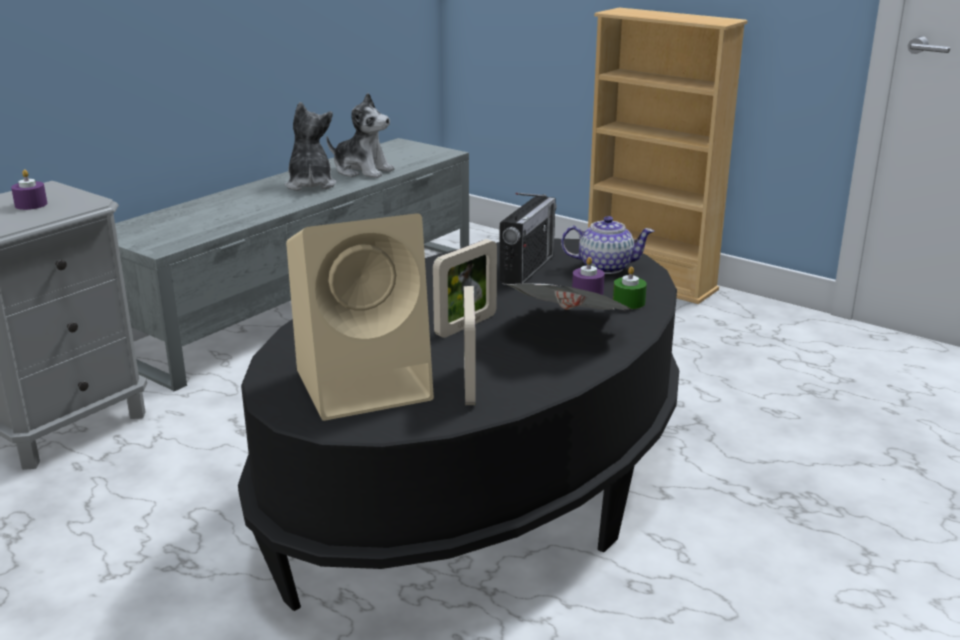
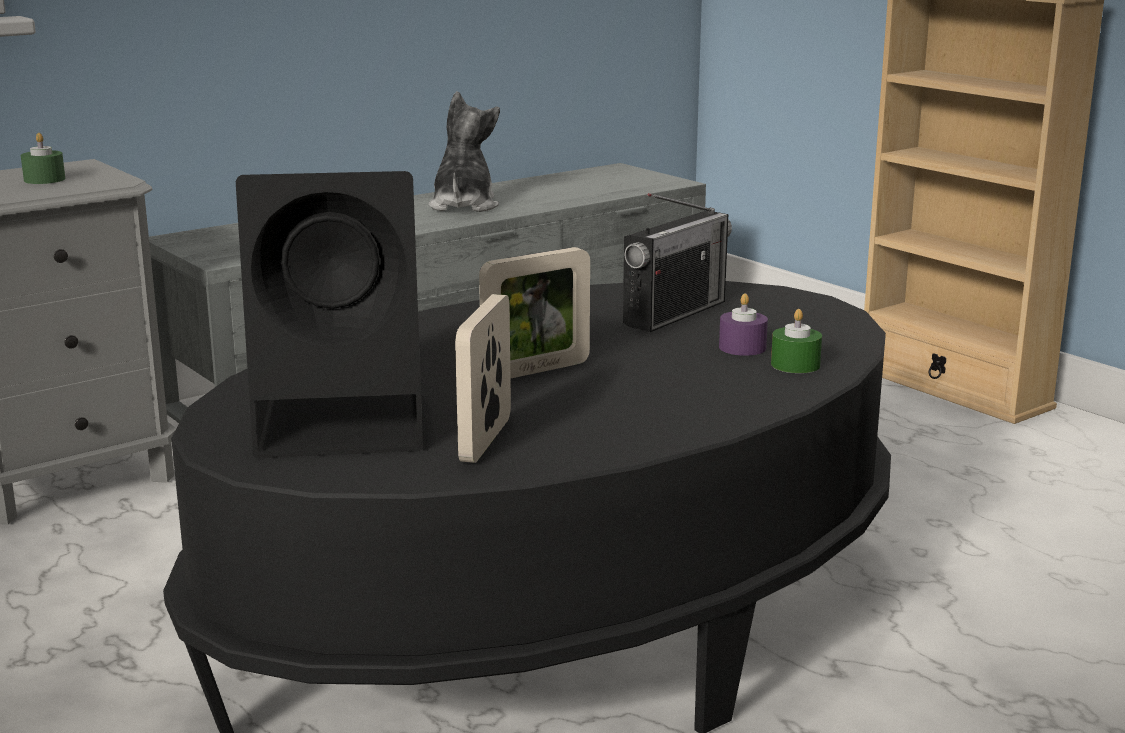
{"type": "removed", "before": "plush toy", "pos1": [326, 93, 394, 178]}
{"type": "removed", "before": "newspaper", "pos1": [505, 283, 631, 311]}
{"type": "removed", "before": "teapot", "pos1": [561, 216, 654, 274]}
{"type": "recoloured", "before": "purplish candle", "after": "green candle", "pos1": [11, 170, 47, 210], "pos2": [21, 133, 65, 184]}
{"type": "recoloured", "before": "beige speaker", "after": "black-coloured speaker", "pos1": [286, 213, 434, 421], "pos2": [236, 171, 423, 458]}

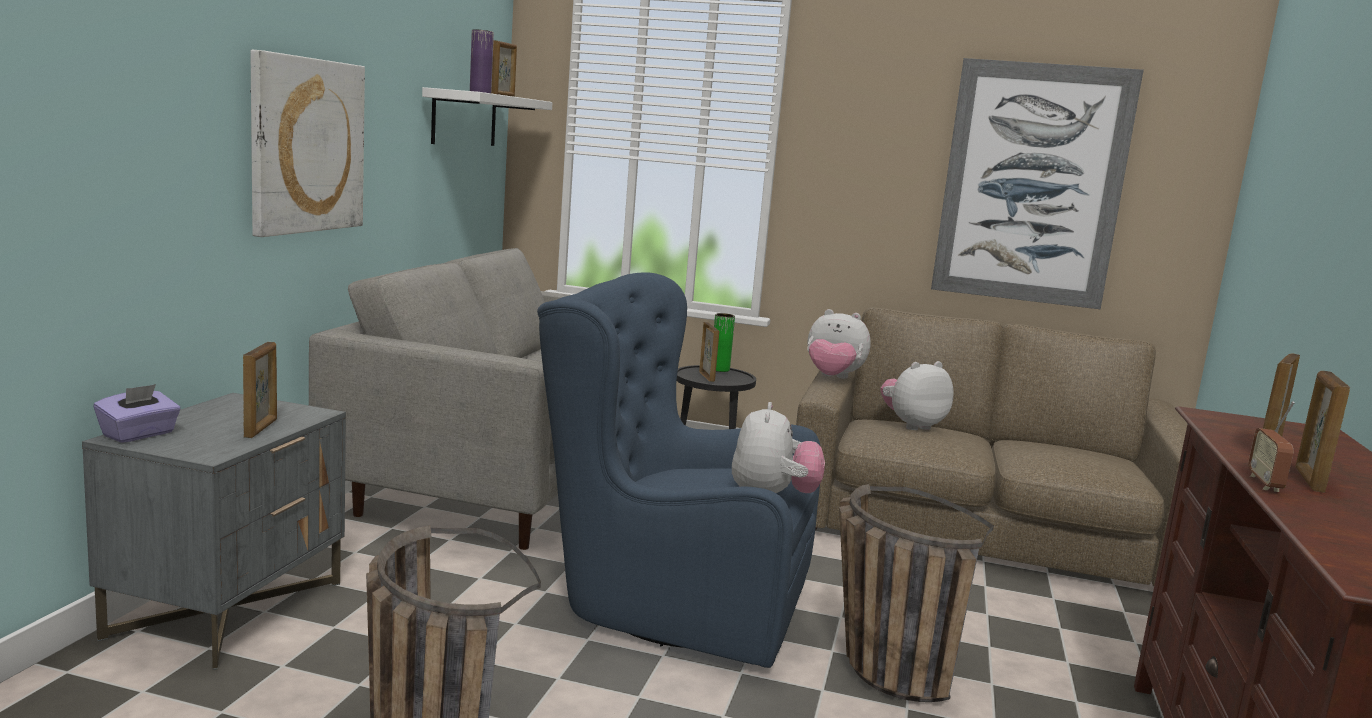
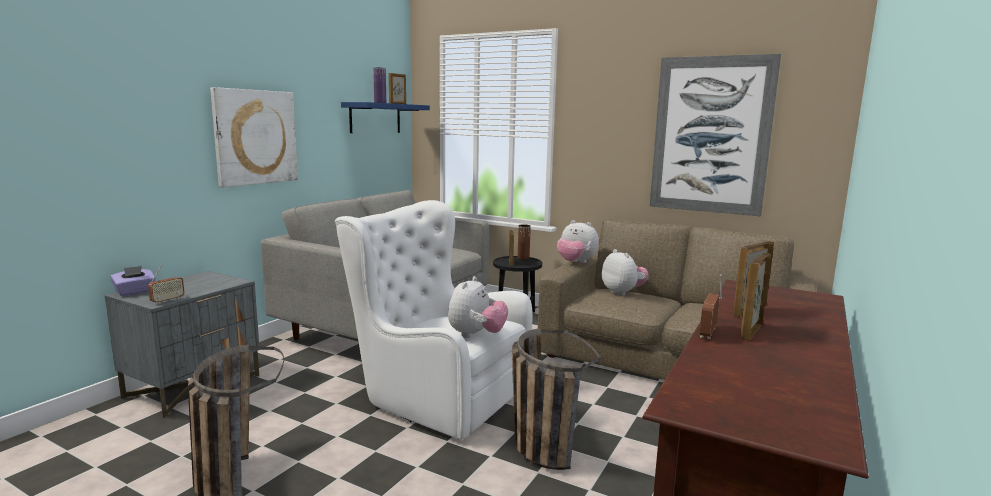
{"type": "removed", "before": "standing frame", "pos1": [243, 342, 277, 438]}
{"type": "added", "after": "radio receiver", "pos2": [148, 263, 185, 304]}
{"type": "recoloured", "before": "whitish bracket shelf", "after": "blue-coloured bracket shelf", "pos1": [422, 87, 552, 146], "pos2": [341, 102, 430, 133]}
{"type": "recoloured", "before": "blue-coloured easy chair", "after": "whitish easy chair", "pos1": [537, 272, 821, 668], "pos2": [335, 200, 532, 440]}
{"type": "recoloured", "before": "green flower vase", "after": "brown flower vase", "pos1": [714, 313, 735, 372], "pos2": [518, 224, 531, 260]}
{"type": "turned", "before": "plush toy", "pos1": [881, 361, 954, 430], "pos2": [602, 249, 648, 296], "turn": 75}

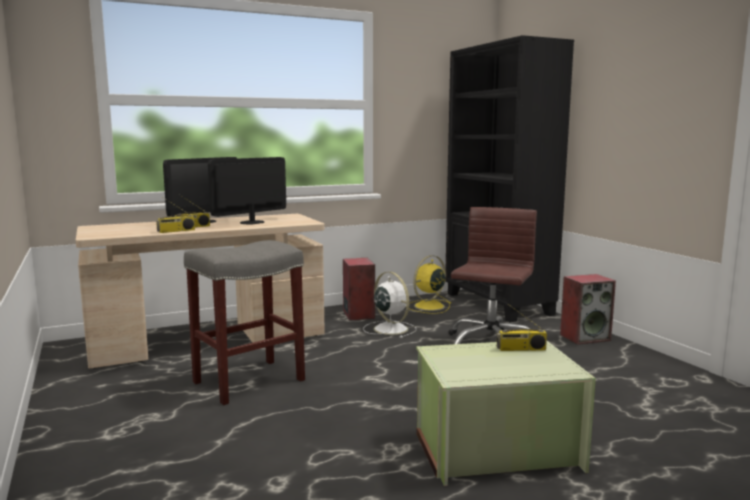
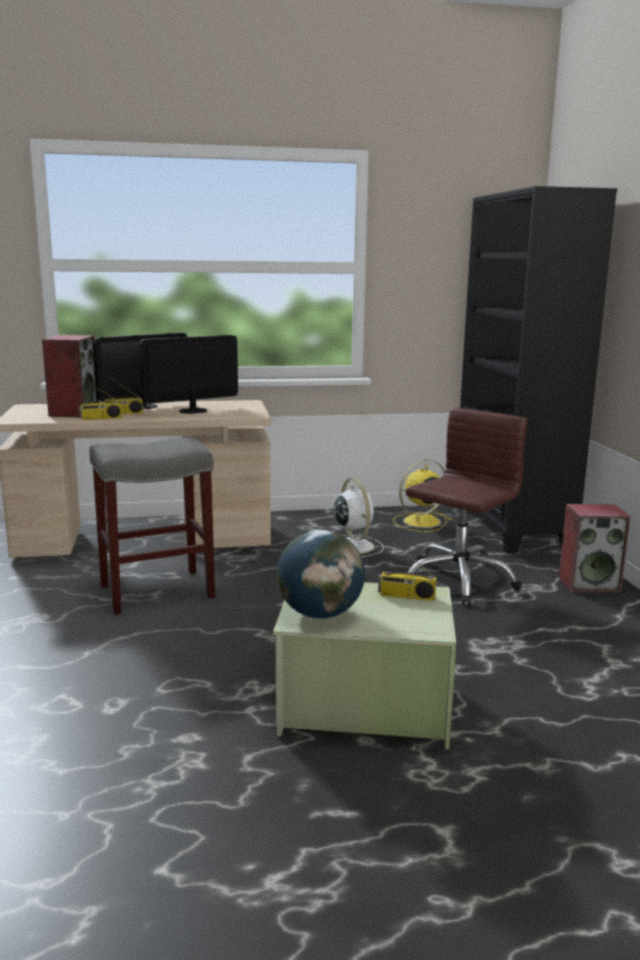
{"type": "added", "after": "world globe", "pos2": [277, 530, 365, 619]}
{"type": "moved", "before": "speaker", "pos1": [343, 258, 375, 321], "pos2": [42, 335, 99, 417]}

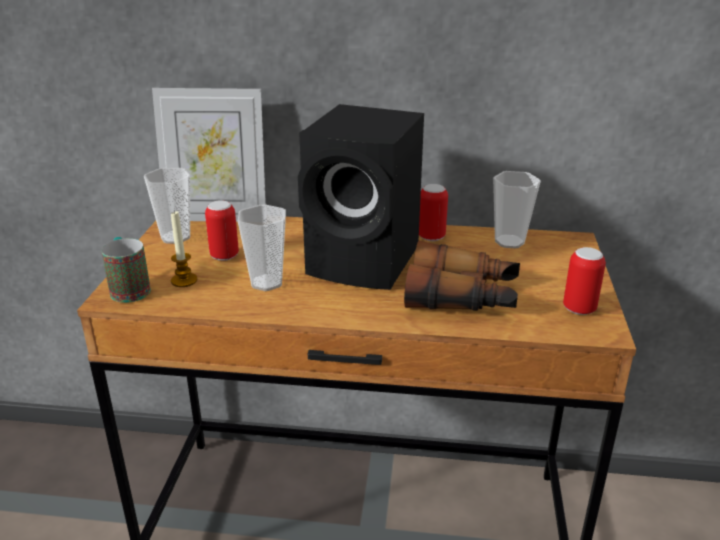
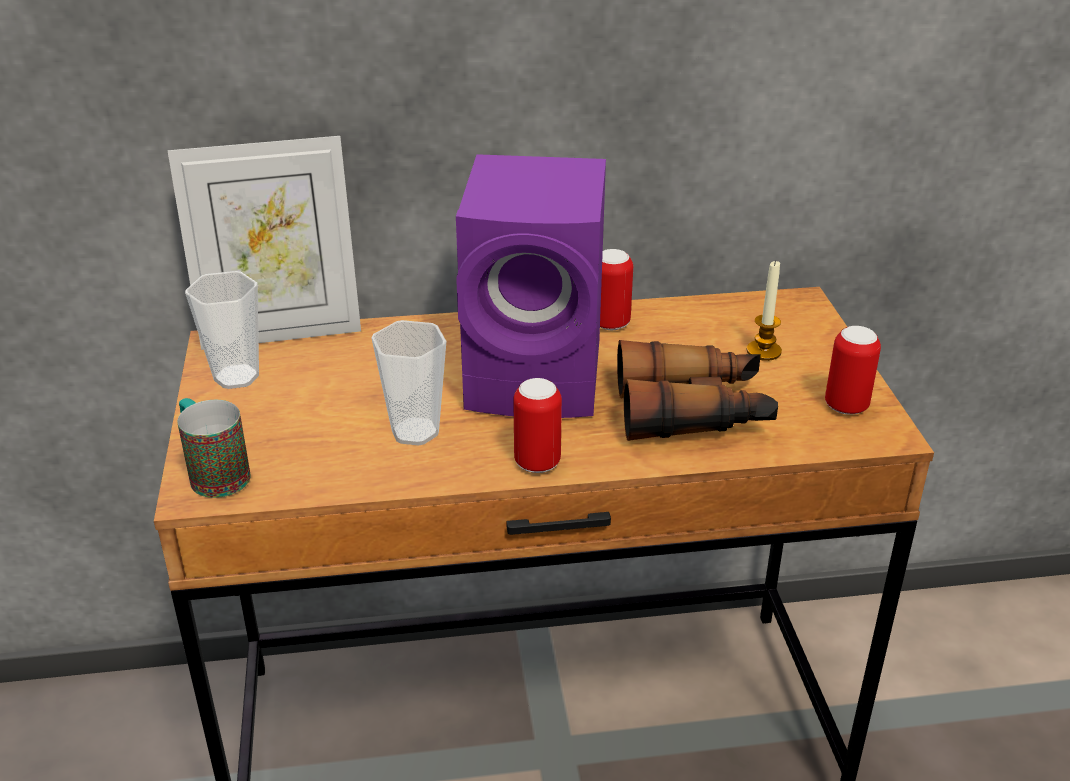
{"type": "removed", "before": "drinking cup", "pos1": [493, 171, 541, 249]}
{"type": "moved", "before": "candle", "pos1": [171, 210, 197, 287], "pos2": [747, 260, 782, 361]}
{"type": "moved", "before": "can", "pos1": [205, 200, 239, 261], "pos2": [513, 378, 562, 473]}
{"type": "recoloured", "before": "black-coloured speaker", "after": "purplish speaker", "pos1": [298, 104, 424, 290], "pos2": [456, 154, 606, 418]}

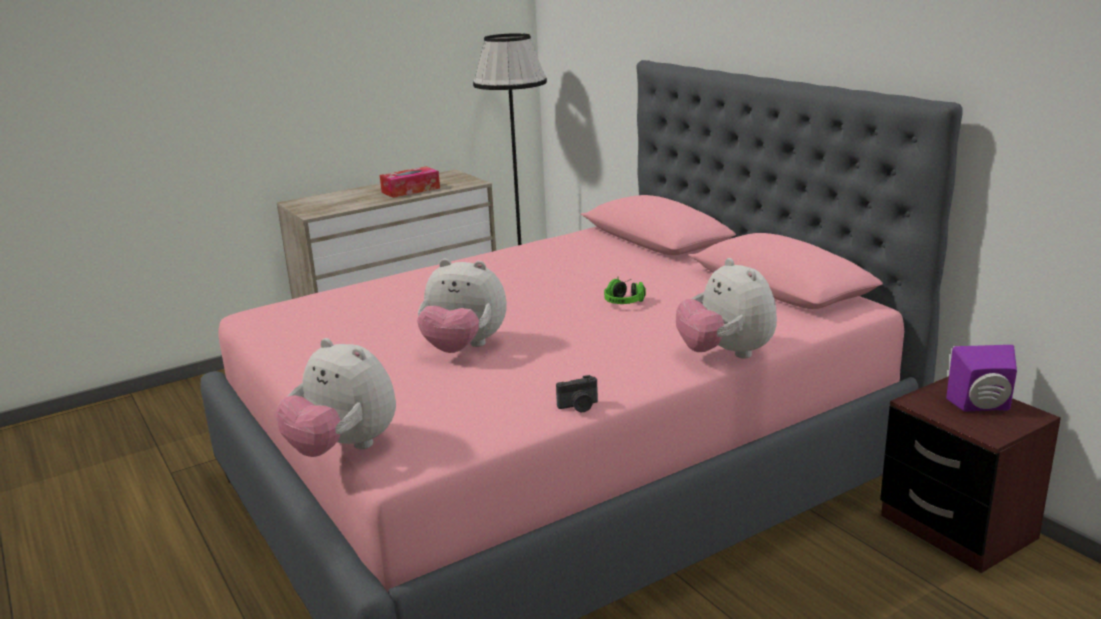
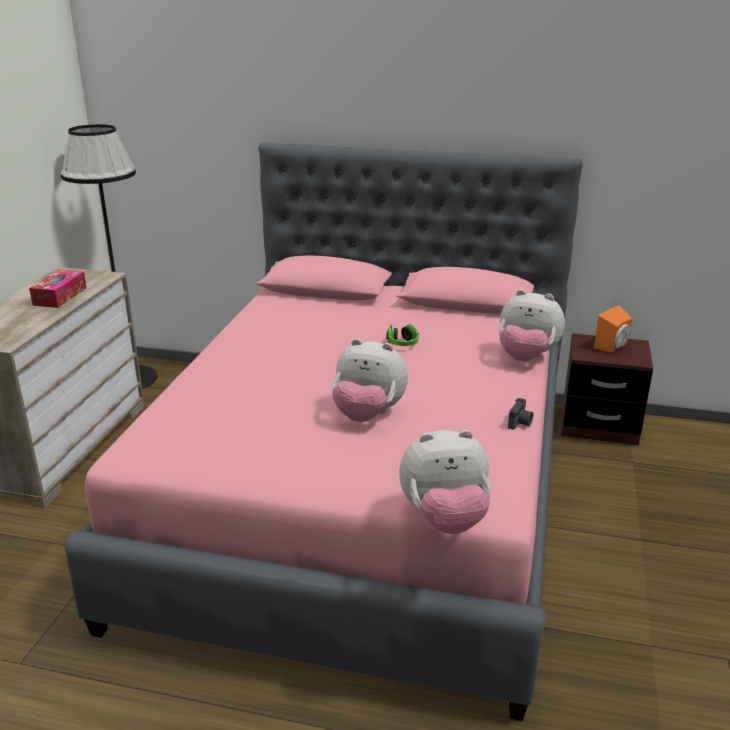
{"type": "recoloured", "before": "purplish speaker", "after": "orangey speaker", "pos1": [946, 345, 1017, 412], "pos2": [594, 305, 633, 353]}
{"type": "turned", "before": "plush toy", "pos1": [417, 259, 506, 353], "pos2": [332, 338, 408, 422], "turn": 45}

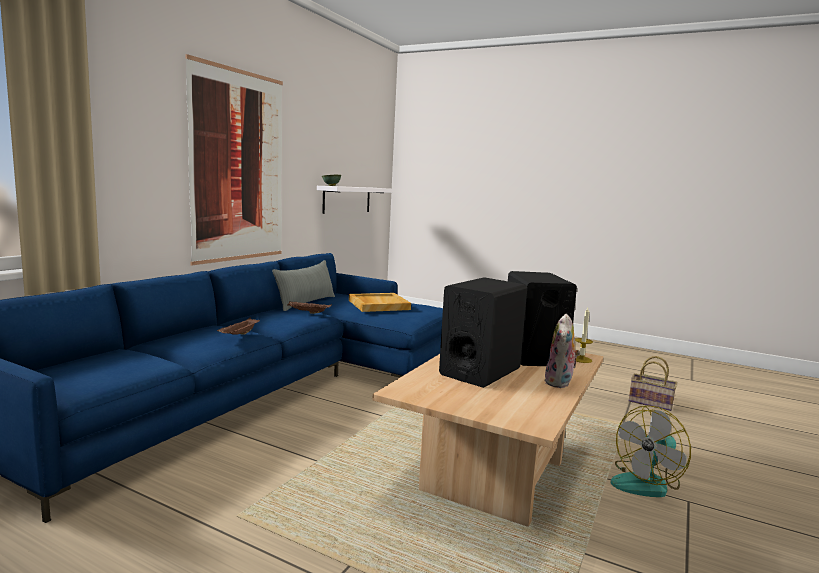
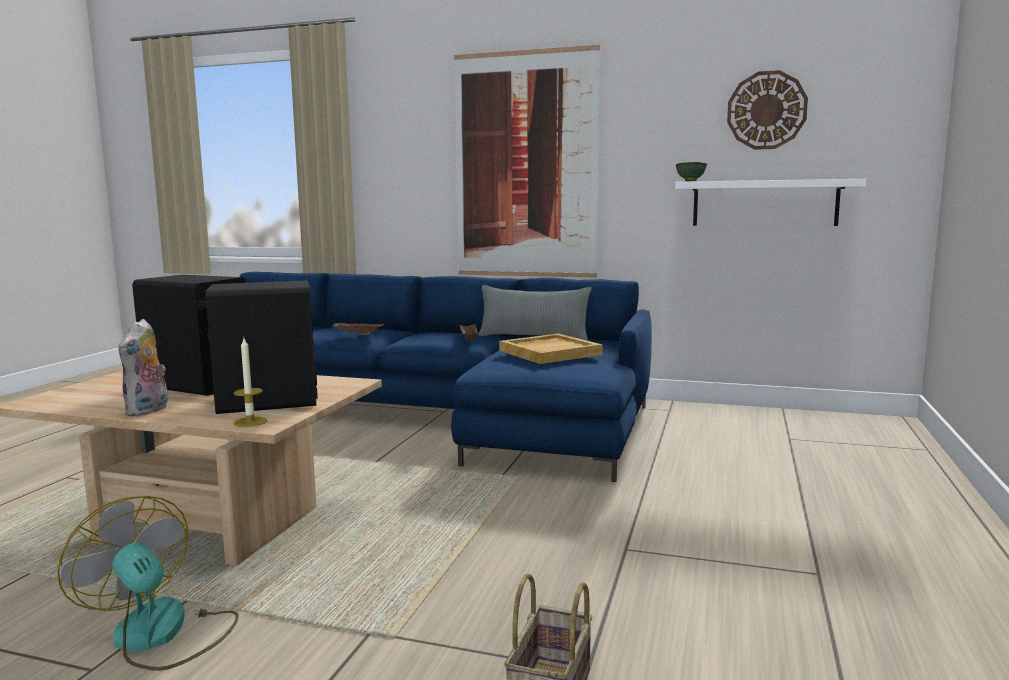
{"type": "added", "after": "hanging clock", "pos2": [727, 70, 808, 150]}
{"type": "turned", "before": "plush toy", "pos1": [544, 314, 581, 388], "pos2": [119, 319, 168, 417], "turn": -90}

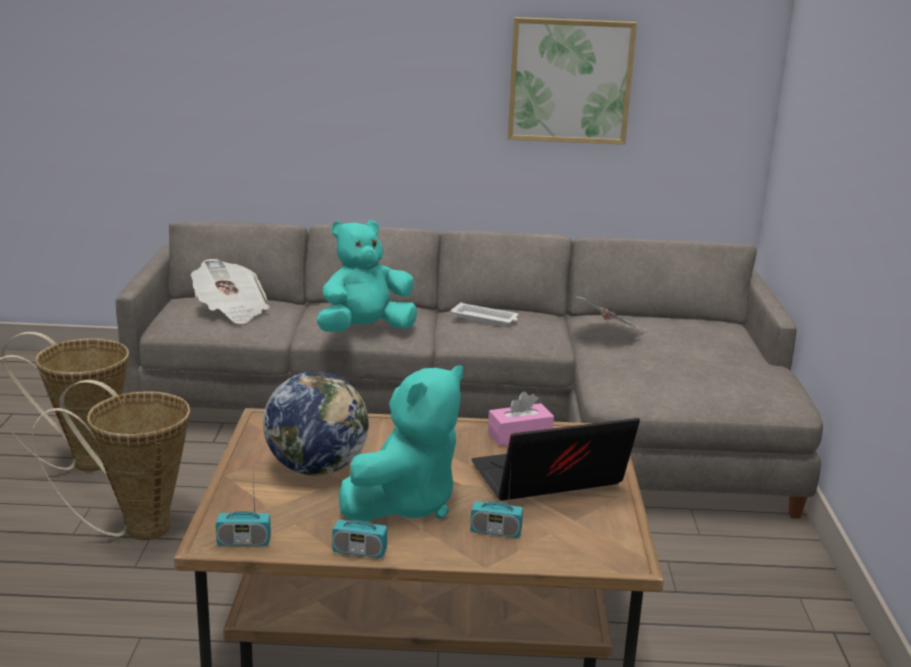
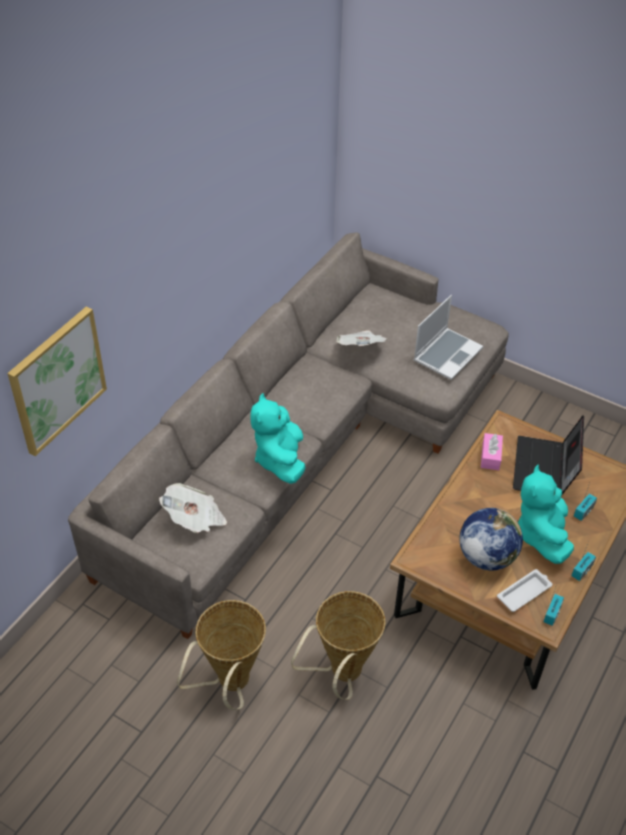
{"type": "added", "after": "notebook computer", "pos2": [414, 295, 483, 380]}
{"type": "moved", "before": "whitish serving tray", "pos1": [450, 302, 519, 326], "pos2": [497, 569, 552, 612]}
{"type": "moved", "before": "picture", "pos1": [508, 17, 637, 145], "pos2": [7, 307, 107, 456]}
{"type": "turned", "before": "turquoise plush toy", "pos1": [339, 365, 463, 522], "pos2": [518, 465, 574, 564], "turn": -150}

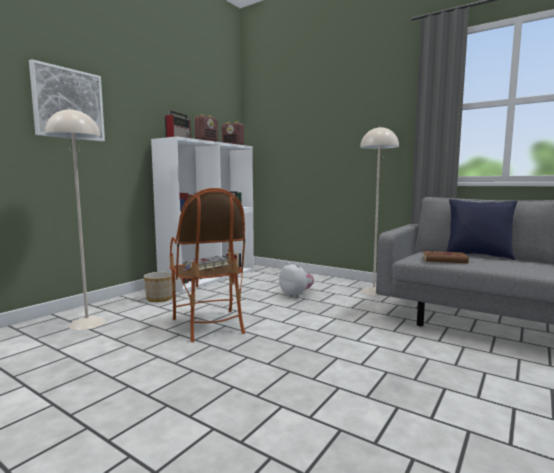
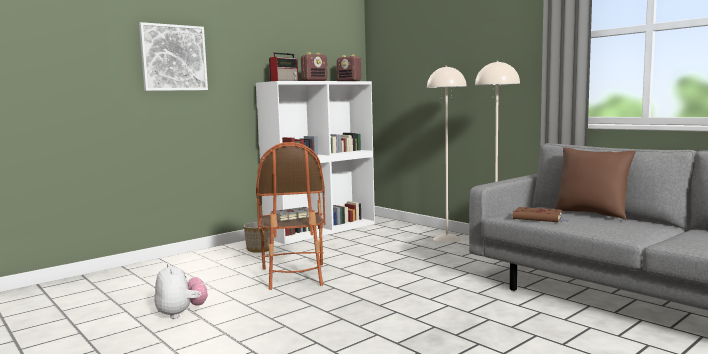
{"type": "moved", "before": "beige standard lamp", "pos1": [45, 108, 106, 330], "pos2": [427, 66, 467, 243]}
{"type": "moved", "before": "plush toy", "pos1": [279, 262, 314, 298], "pos2": [154, 263, 208, 319]}
{"type": "recoloured", "before": "blue-coloured throw pillow", "after": "brown throw pillow", "pos1": [446, 199, 518, 260], "pos2": [555, 147, 636, 220]}

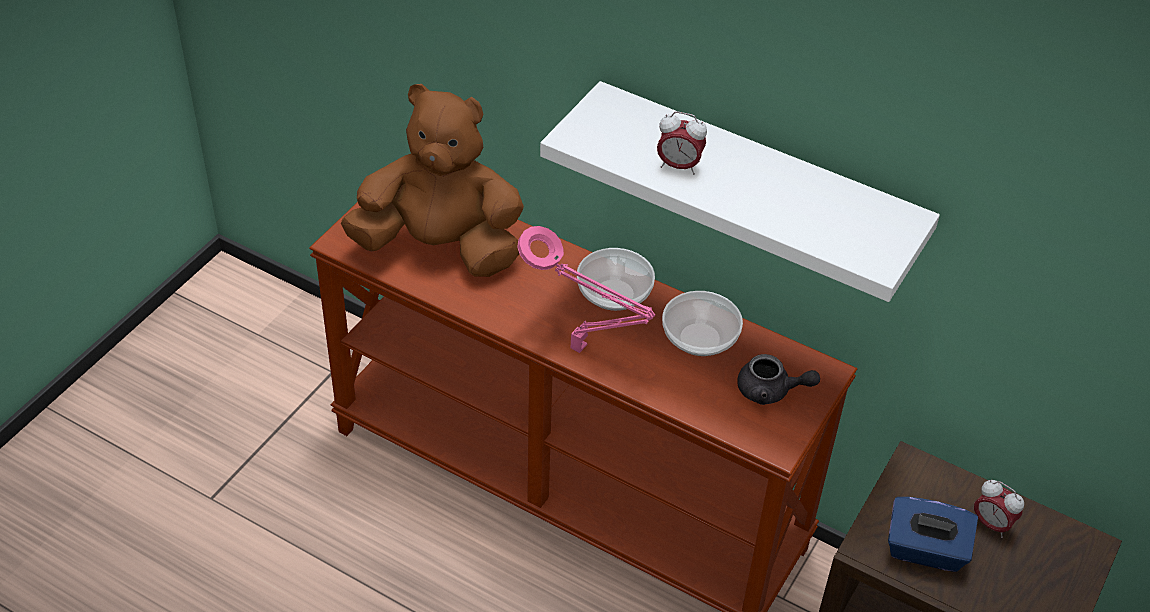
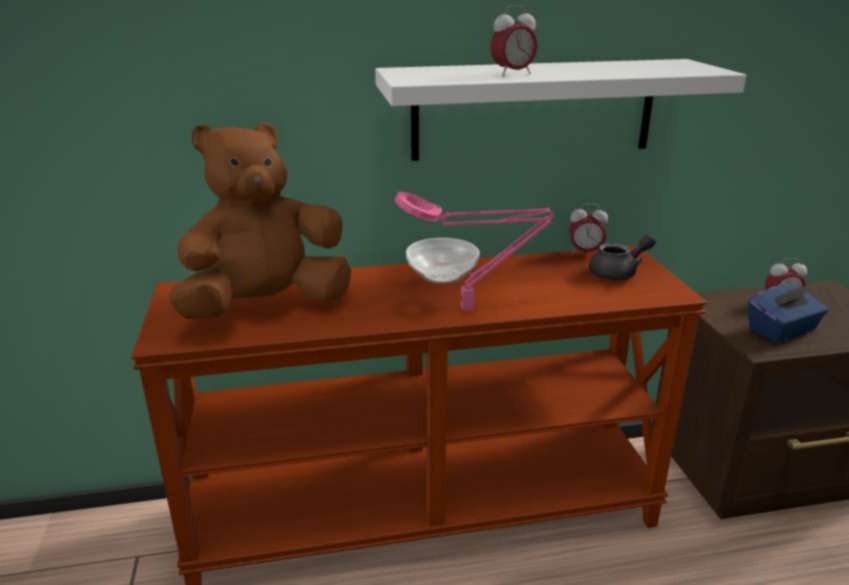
{"type": "removed", "before": "serving bowl", "pos1": [662, 291, 743, 356]}
{"type": "added", "after": "table clock", "pos2": [569, 203, 608, 255]}

